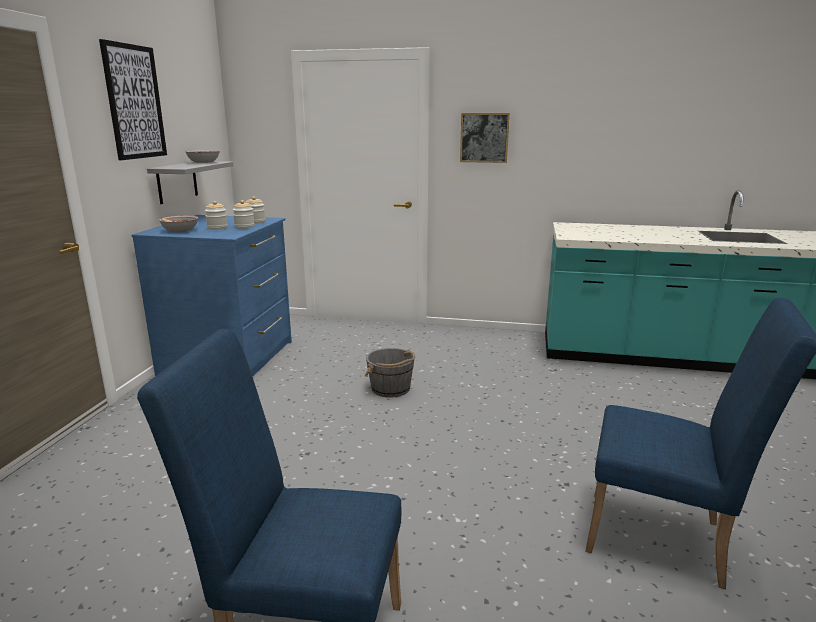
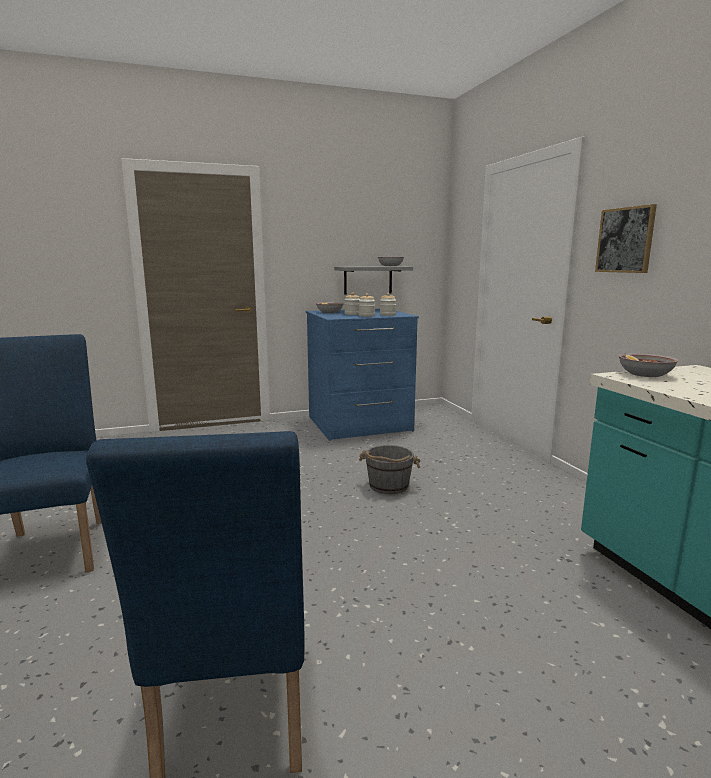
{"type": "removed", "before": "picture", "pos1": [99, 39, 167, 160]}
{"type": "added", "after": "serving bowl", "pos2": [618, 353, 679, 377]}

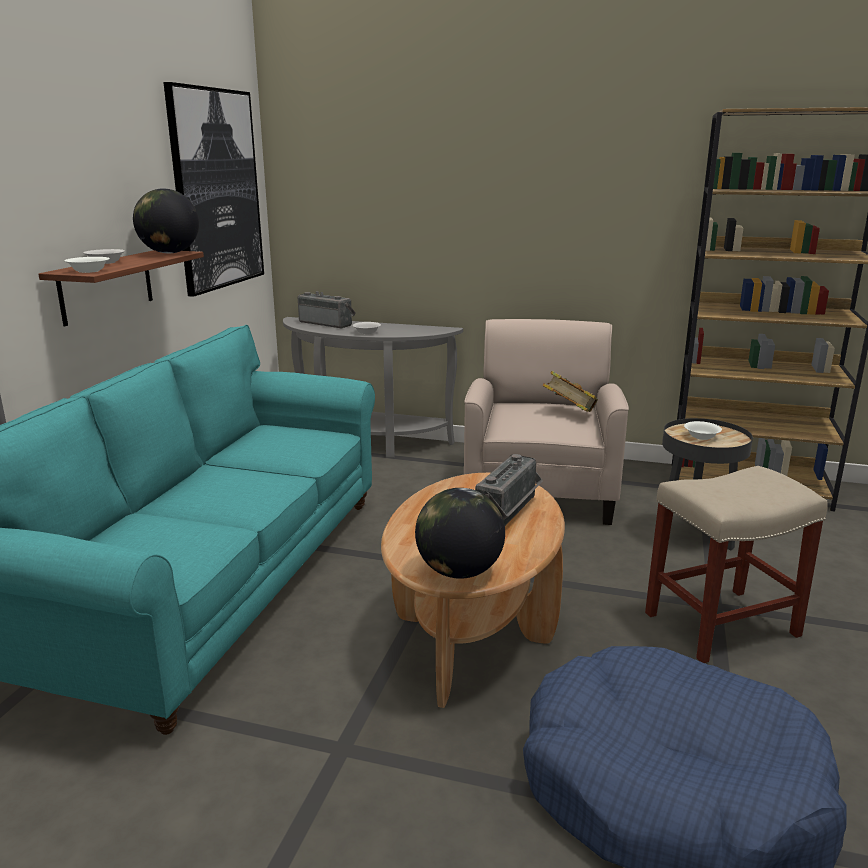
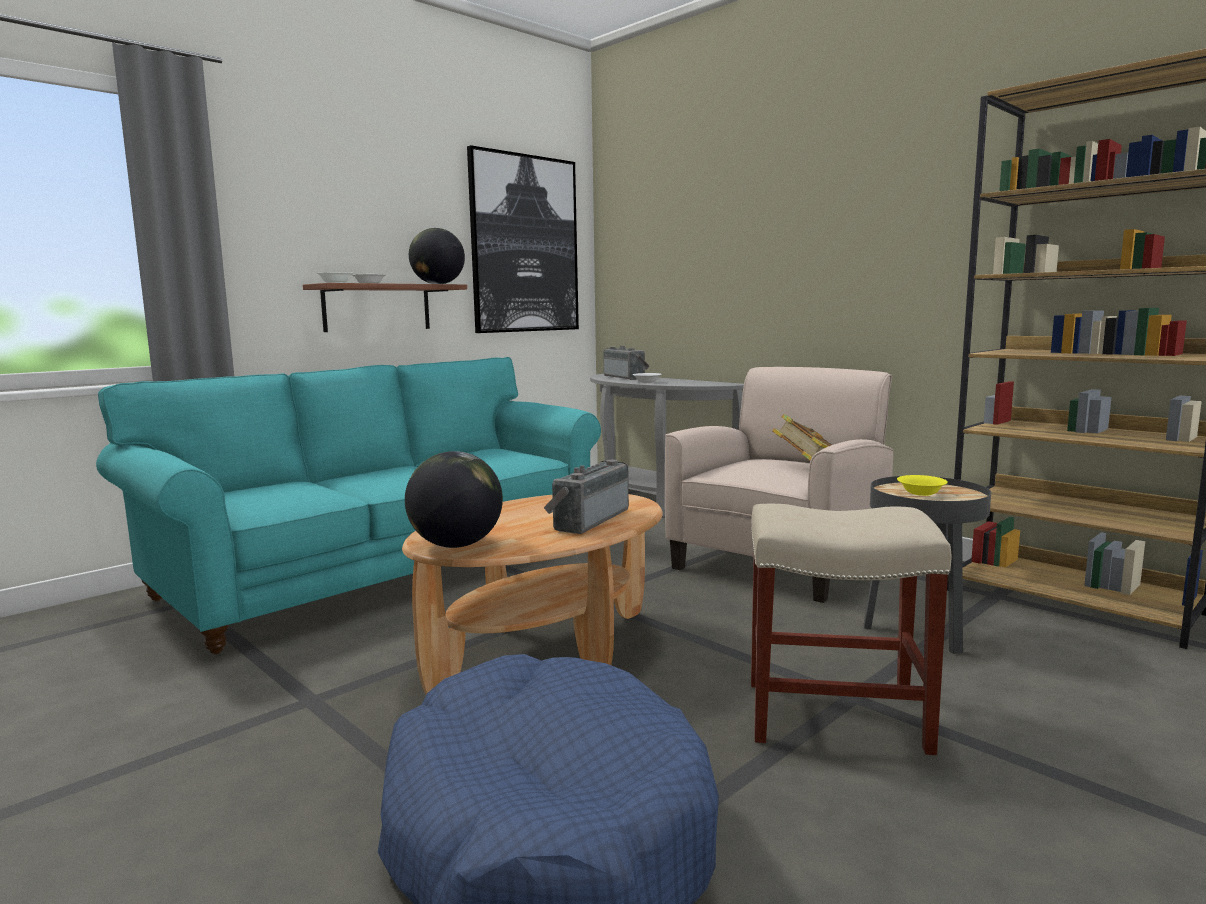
{"type": "recoloured", "before": "whitish serving bowl", "after": "yellow-coloured serving bowl", "pos1": [684, 421, 722, 440], "pos2": [897, 475, 948, 496]}
{"type": "turned", "before": "radio receiver", "pos1": [475, 454, 543, 526], "pos2": [544, 460, 629, 534], "turn": 150}

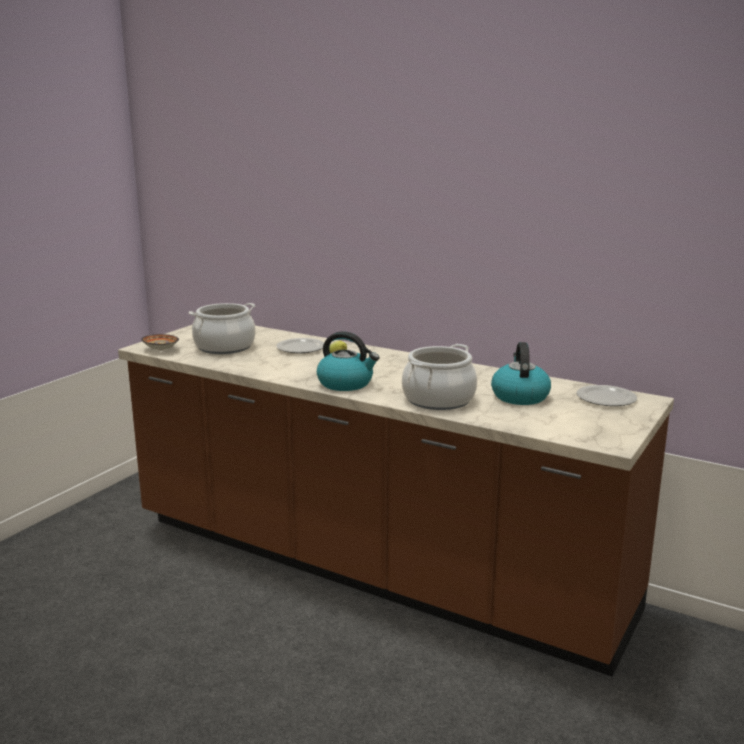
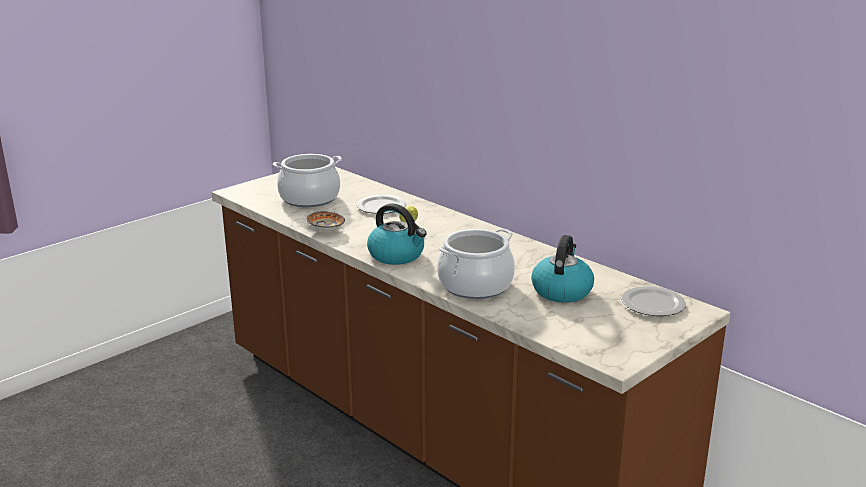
{"type": "moved", "before": "serving bowl", "pos1": [141, 334, 179, 351], "pos2": [306, 211, 345, 231]}

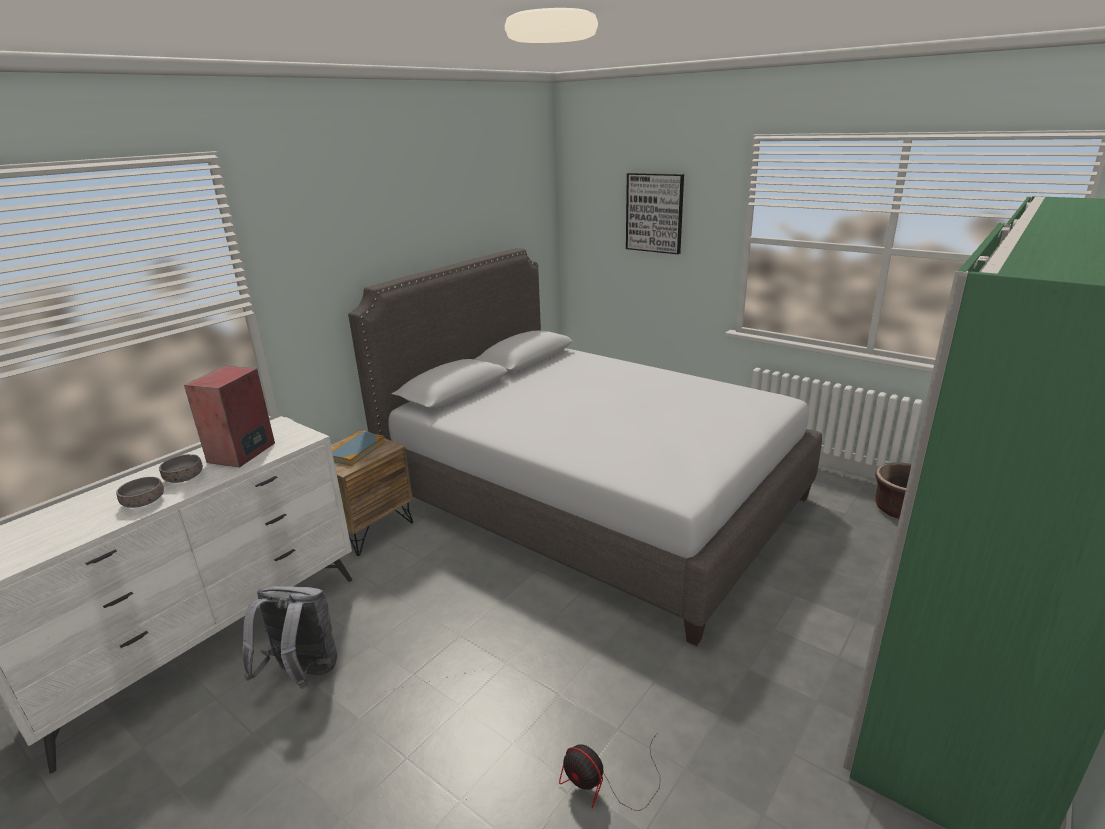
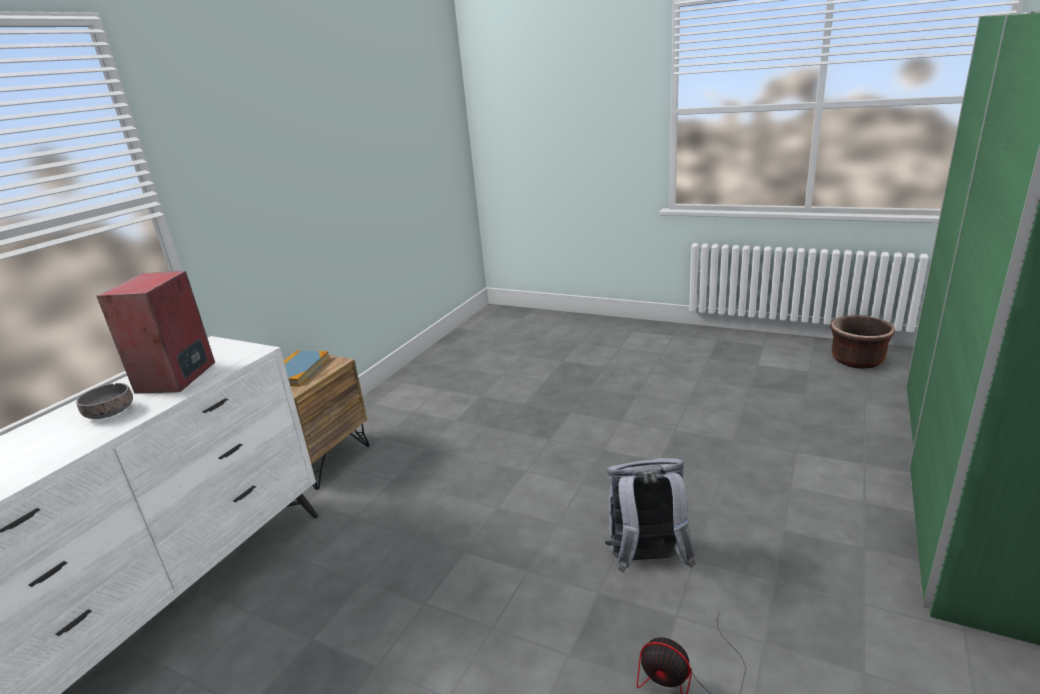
{"type": "removed", "before": "greyish serving bowl", "pos1": [116, 477, 164, 508]}
{"type": "removed", "before": "greyish bedroom bed", "pos1": [348, 248, 822, 646]}
{"type": "removed", "before": "picture", "pos1": [626, 173, 684, 254]}
{"type": "moved", "before": "greyish rucksack", "pos1": [242, 586, 338, 689], "pos2": [605, 458, 696, 573]}

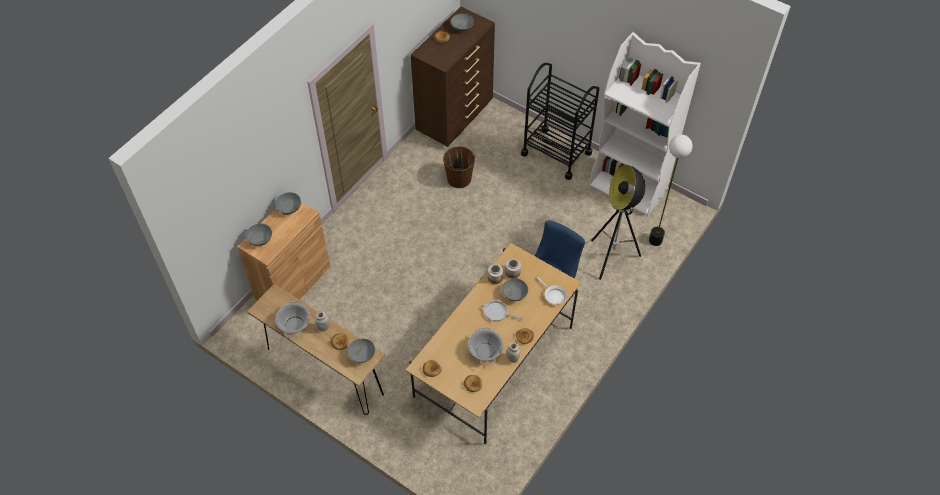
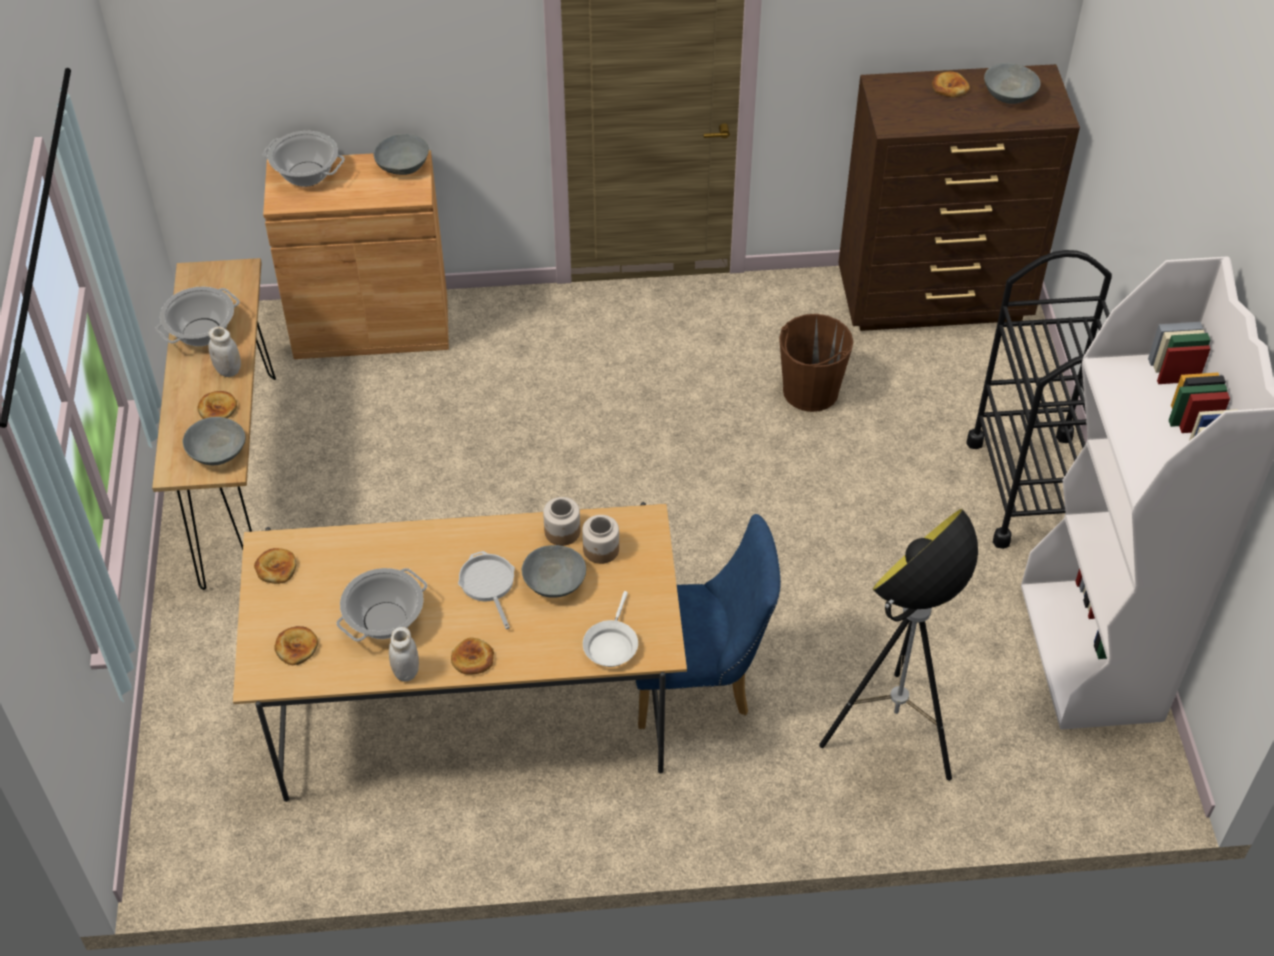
{"type": "removed", "before": "standard lamp", "pos1": [649, 135, 693, 246]}
{"type": "replaced", "before": "greyish serving bowl", "after": "saucepot", "pos1": [245, 223, 272, 246], "pos2": [262, 131, 345, 187]}

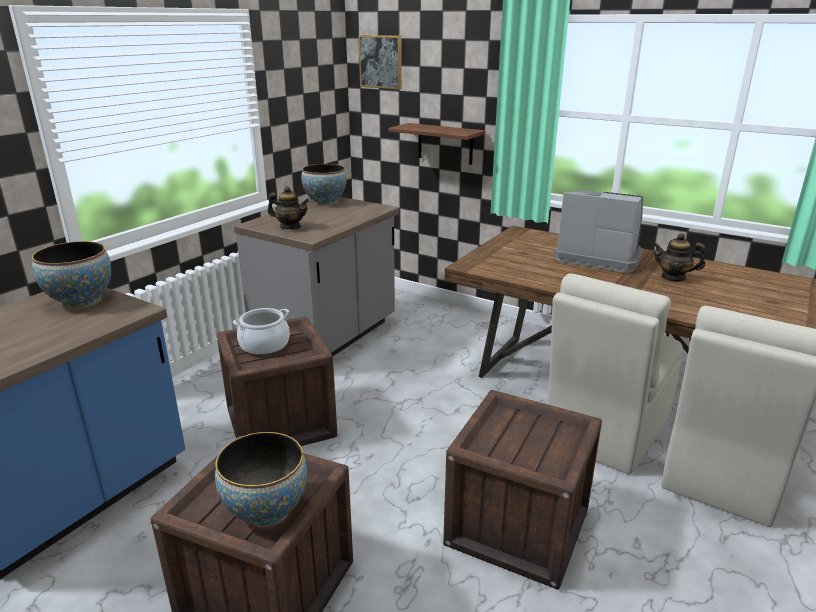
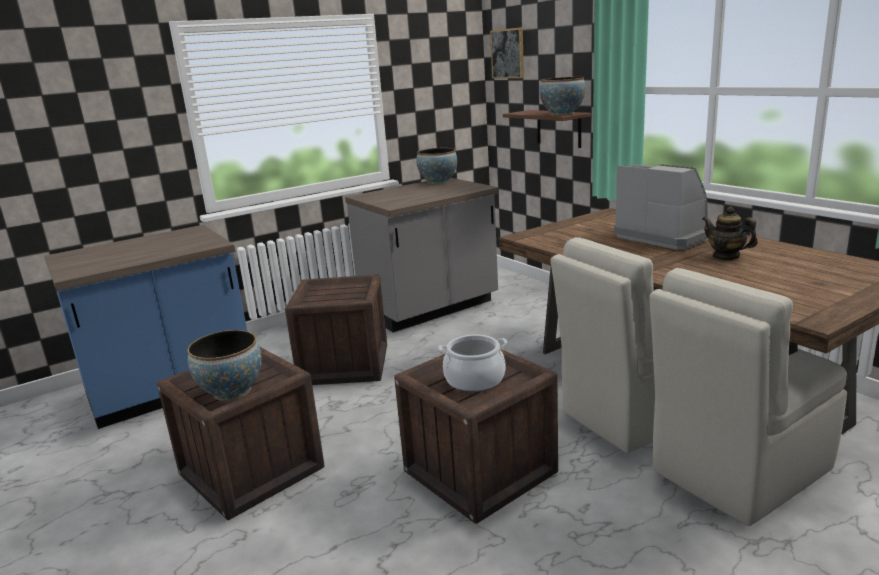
{"type": "removed", "before": "teapot", "pos1": [268, 186, 309, 229]}
{"type": "moved", "before": "serving bowl", "pos1": [32, 241, 111, 308], "pos2": [540, 77, 585, 116]}
{"type": "moved", "before": "saucepot", "pos1": [233, 308, 290, 355], "pos2": [438, 335, 507, 392]}

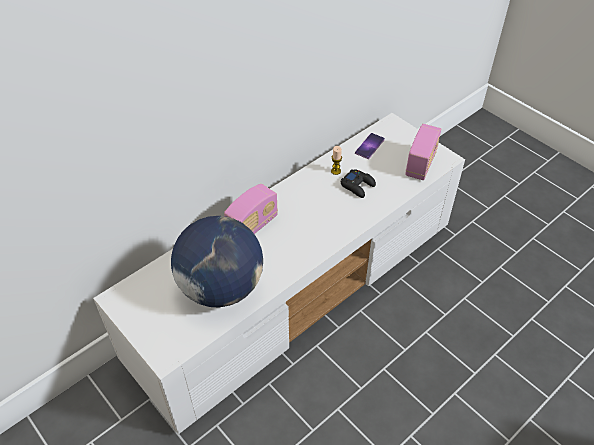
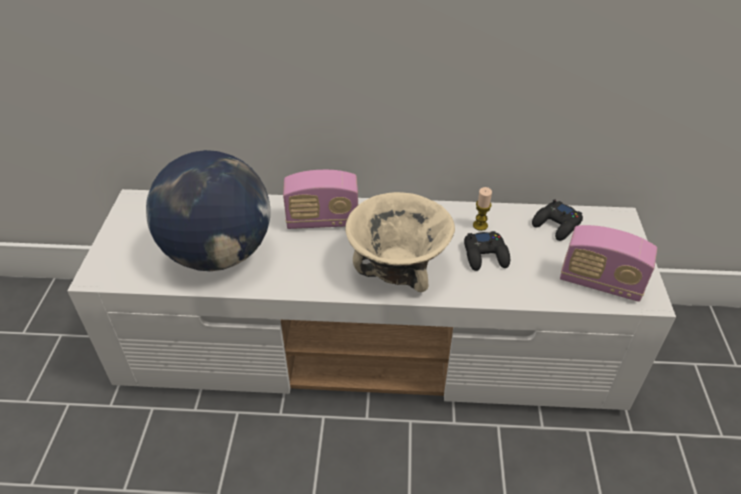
{"type": "added", "after": "beige serving bowl", "pos2": [345, 192, 455, 292]}
{"type": "replaced", "before": "phone", "after": "black-coloured game controller", "pos1": [355, 133, 385, 159], "pos2": [532, 199, 583, 241]}
{"type": "turned", "before": "radio receiver", "pos1": [405, 124, 441, 180], "pos2": [560, 225, 657, 302], "turn": 45}

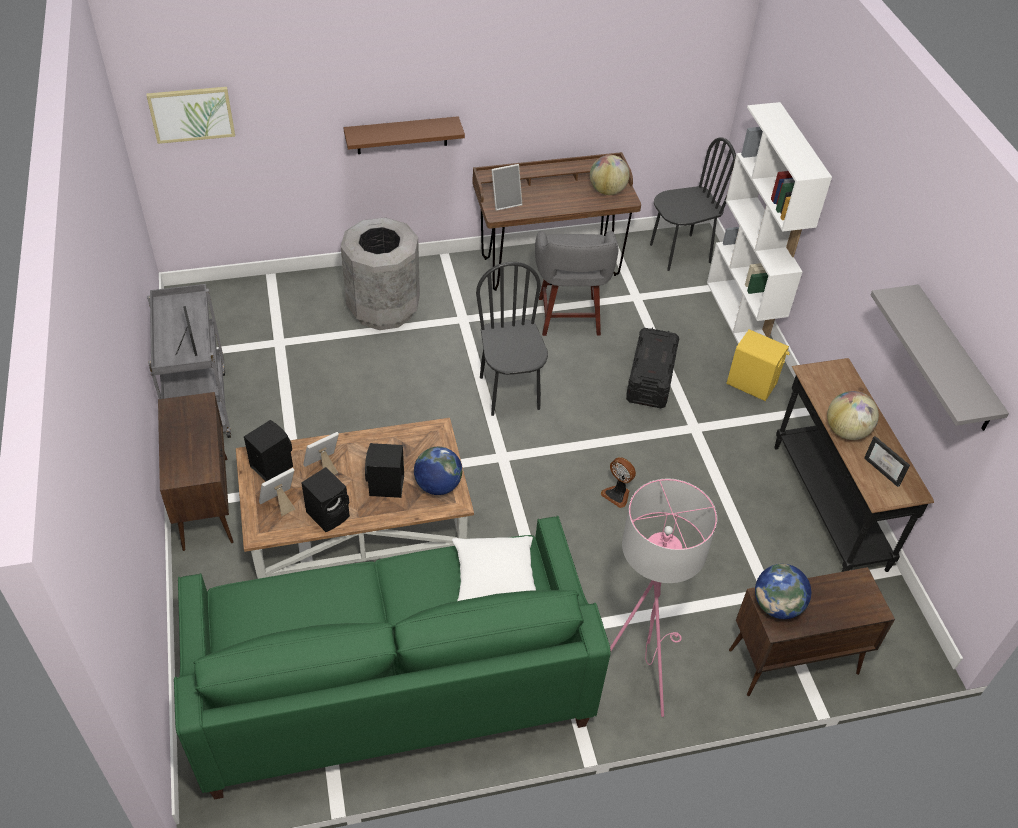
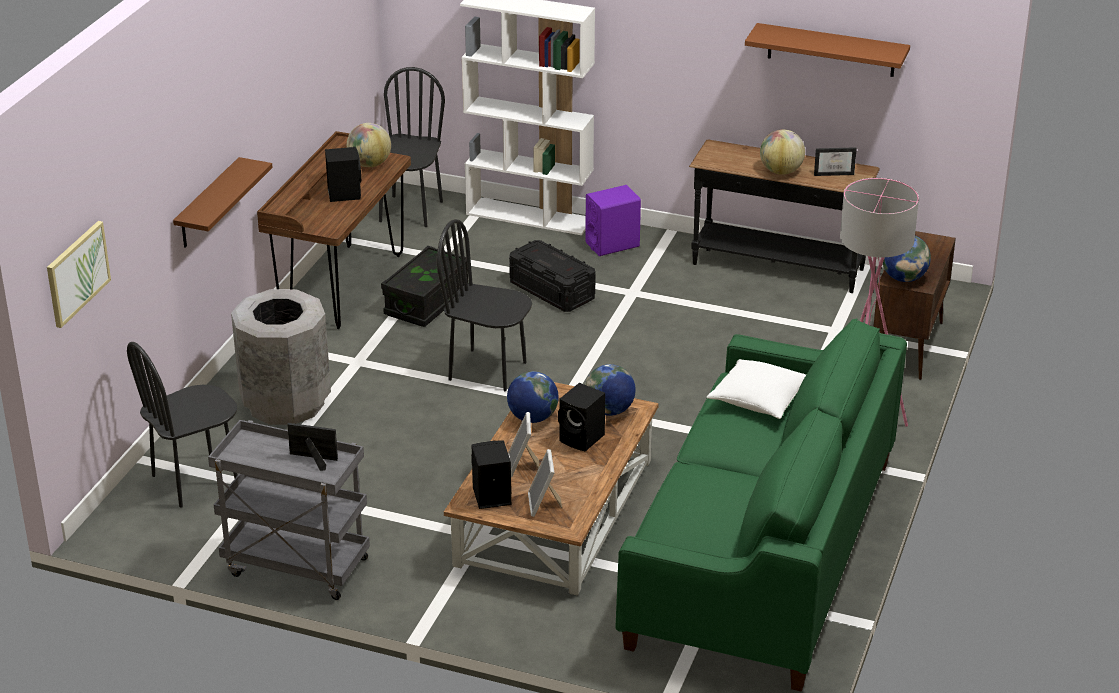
{"type": "removed", "before": "brown cabinet", "pos1": [158, 392, 234, 551]}
{"type": "removed", "before": "standing frame", "pos1": [491, 164, 523, 211]}
{"type": "removed", "before": "electric fan", "pos1": [601, 457, 636, 508]}
{"type": "added", "after": "black-coloured chair", "pos2": [127, 342, 238, 507]}
{"type": "added", "after": "world globe", "pos2": [507, 371, 559, 423]}
{"type": "moved", "before": "black-coloured speaker", "pos1": [301, 467, 350, 532], "pos2": [325, 147, 361, 202]}
{"type": "replaced", "before": "greyish stool seat", "after": "black-coloured storage container", "pos1": [535, 230, 618, 336], "pos2": [381, 246, 469, 327]}
{"type": "recoloured", "before": "yellow-coloured speaker", "after": "purplish speaker", "pos1": [726, 329, 790, 401], "pos2": [585, 185, 641, 256]}
{"type": "recoloured", "before": "greyish bracket shelf", "after": "brown bracket shelf", "pos1": [871, 284, 1009, 431], "pos2": [745, 23, 910, 77]}

